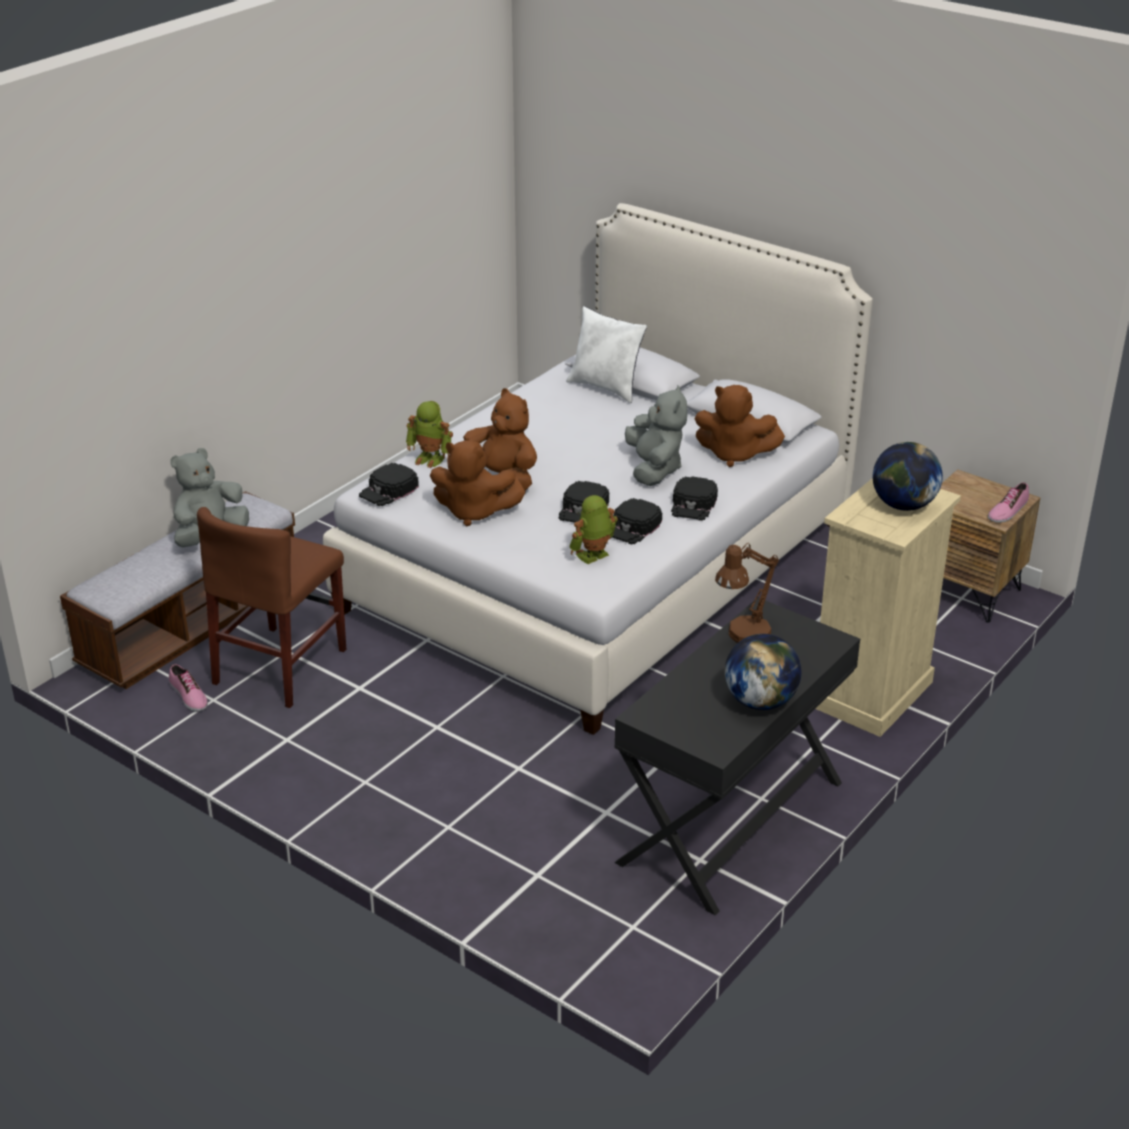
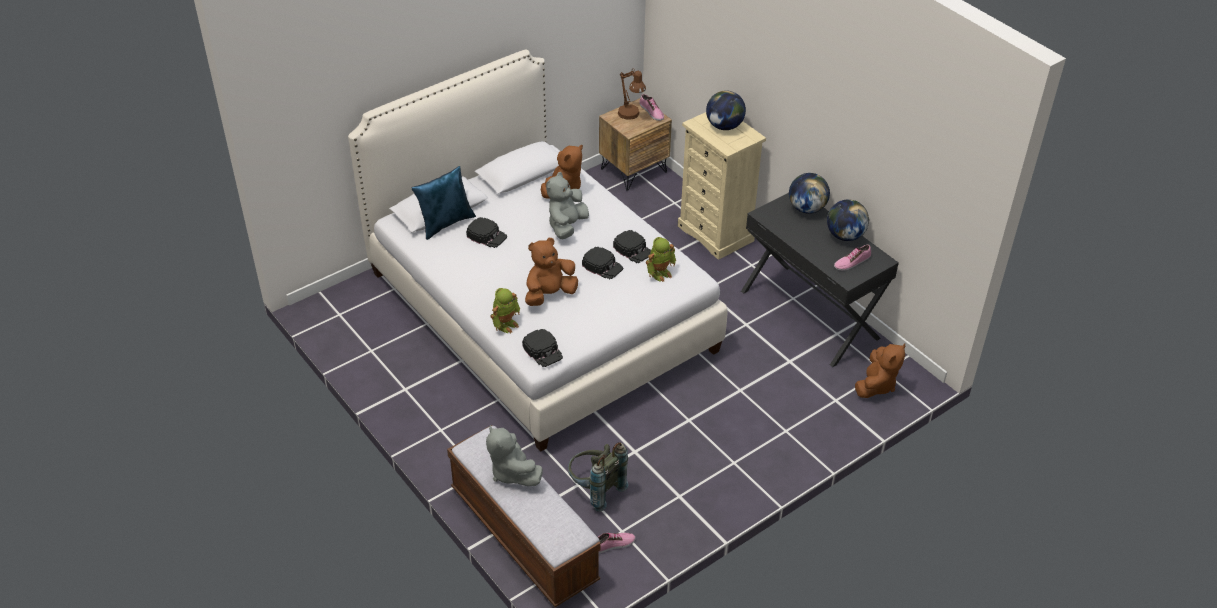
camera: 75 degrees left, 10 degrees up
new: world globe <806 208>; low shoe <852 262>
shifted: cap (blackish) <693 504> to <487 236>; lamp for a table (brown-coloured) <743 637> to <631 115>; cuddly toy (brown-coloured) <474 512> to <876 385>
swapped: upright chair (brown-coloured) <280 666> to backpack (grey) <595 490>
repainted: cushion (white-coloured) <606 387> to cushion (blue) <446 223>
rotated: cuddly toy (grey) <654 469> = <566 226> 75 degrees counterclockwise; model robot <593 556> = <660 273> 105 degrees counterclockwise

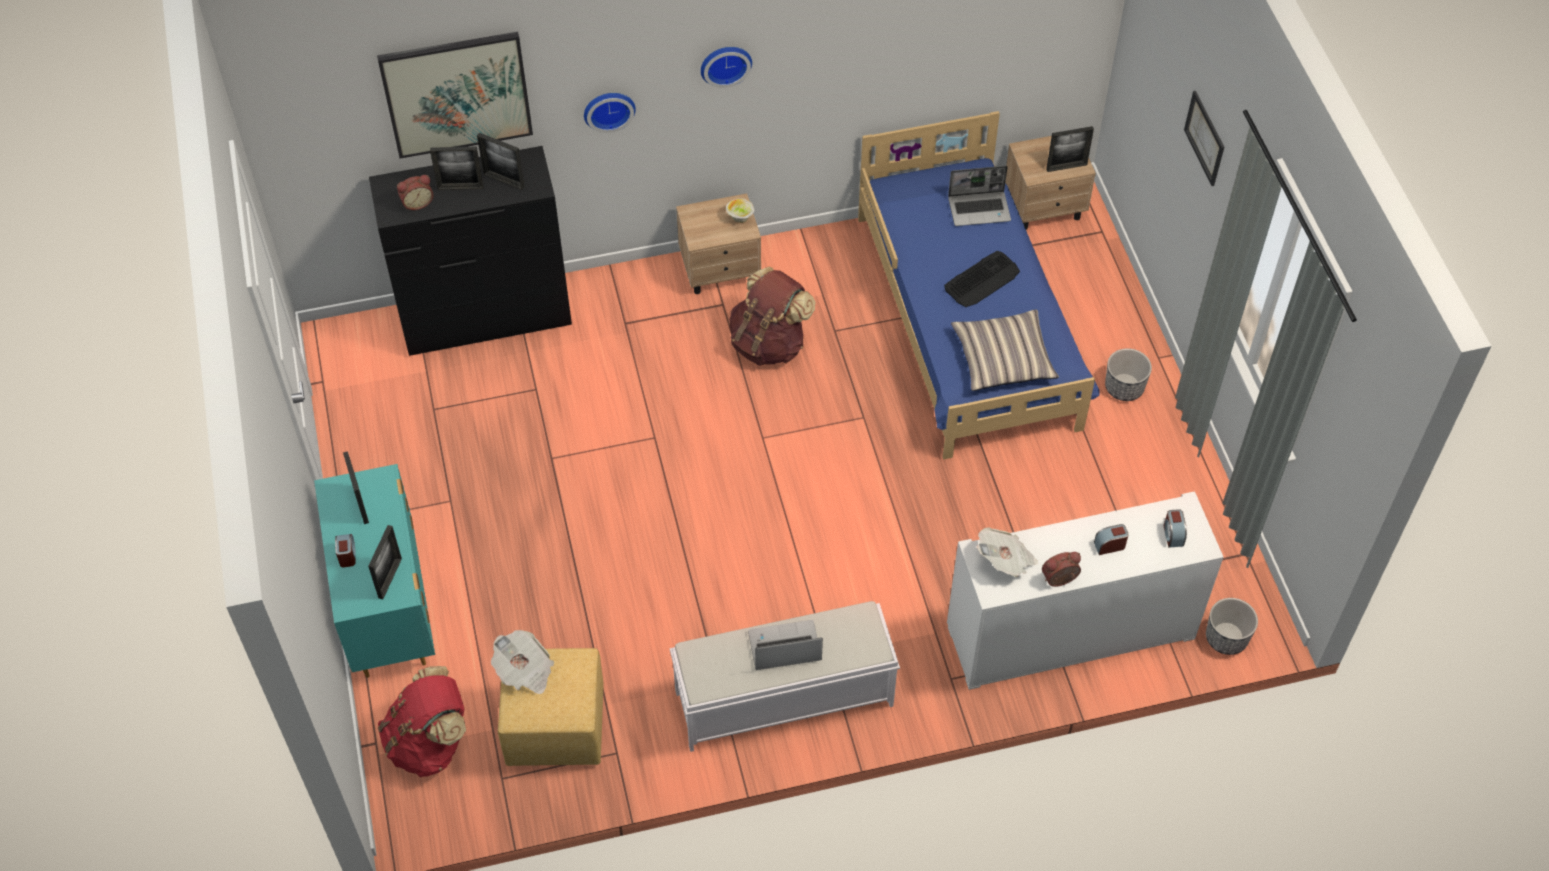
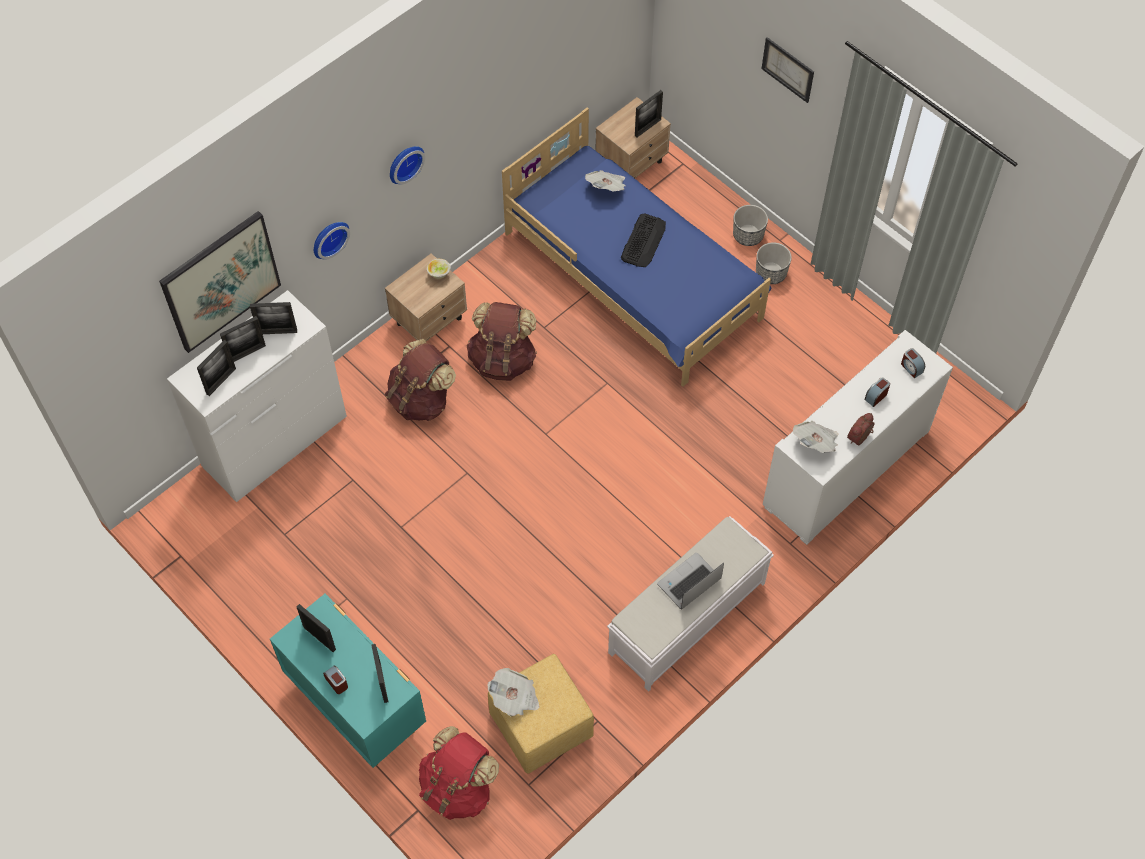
camera: 30 degrees left, 5 degrees up
gone: cushion <1003 358>
new: backpack (brown-coloured) <421 399>
shifted: flower pot <1226 638> to <747 235>
swapped: table clock <417 202> to standing frame <221 381>; laptop <980 209> to daily paper <607 187>
repainted: drawer chest (blackish) <486 317> to drawer chest (white-coloured) <275 442>

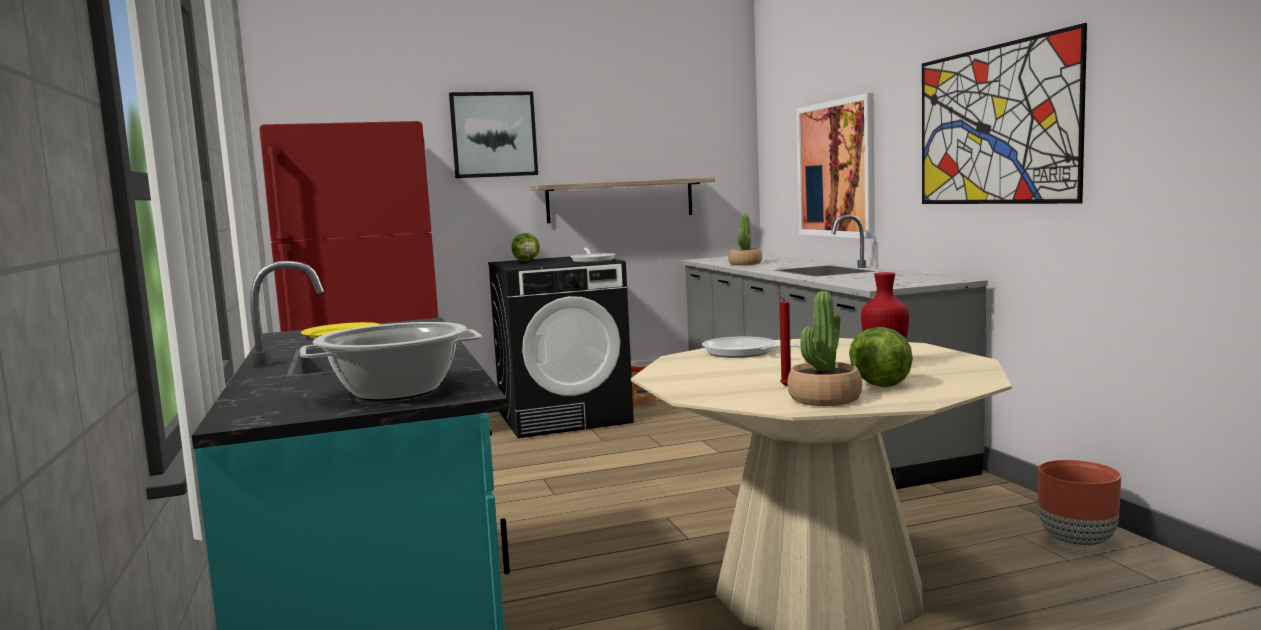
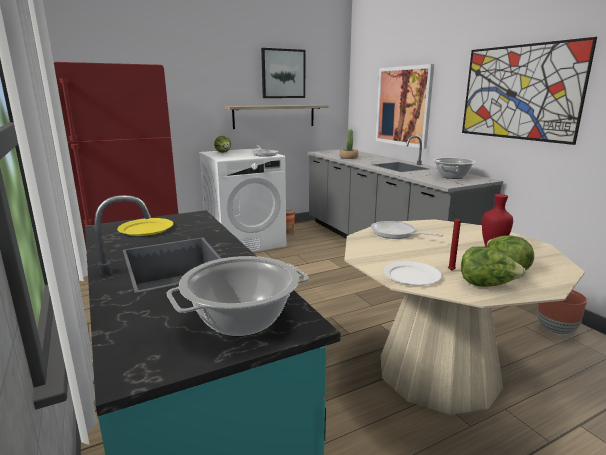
camera: 10 degrees left, 10 degrees up
new: dinner plate (white-coloured) <411 275>; saucepot <452 176>
shifted: picture <493 134> to <283 74>
swapped: houseplant <824 399> to lettuce <486 285>
repainted: washing machine (blackish) <564 417> to washing machine (white-coloured) <245 242>

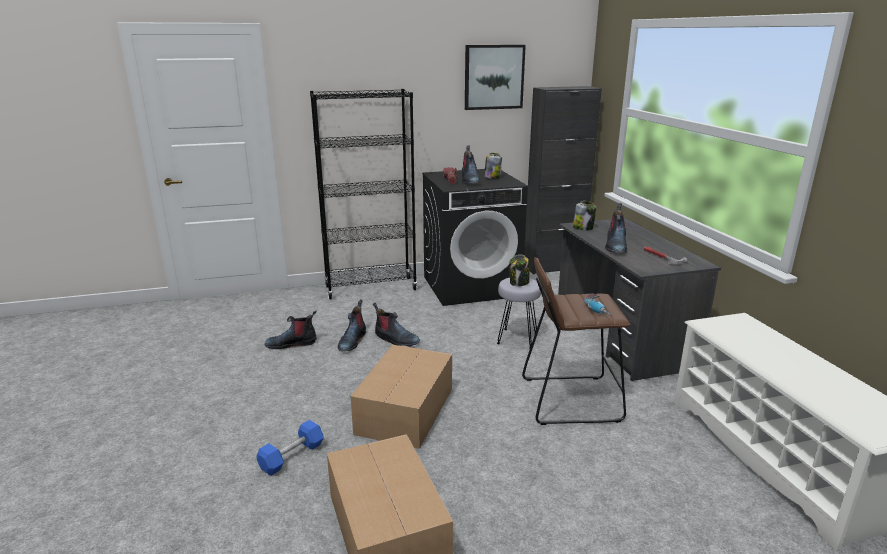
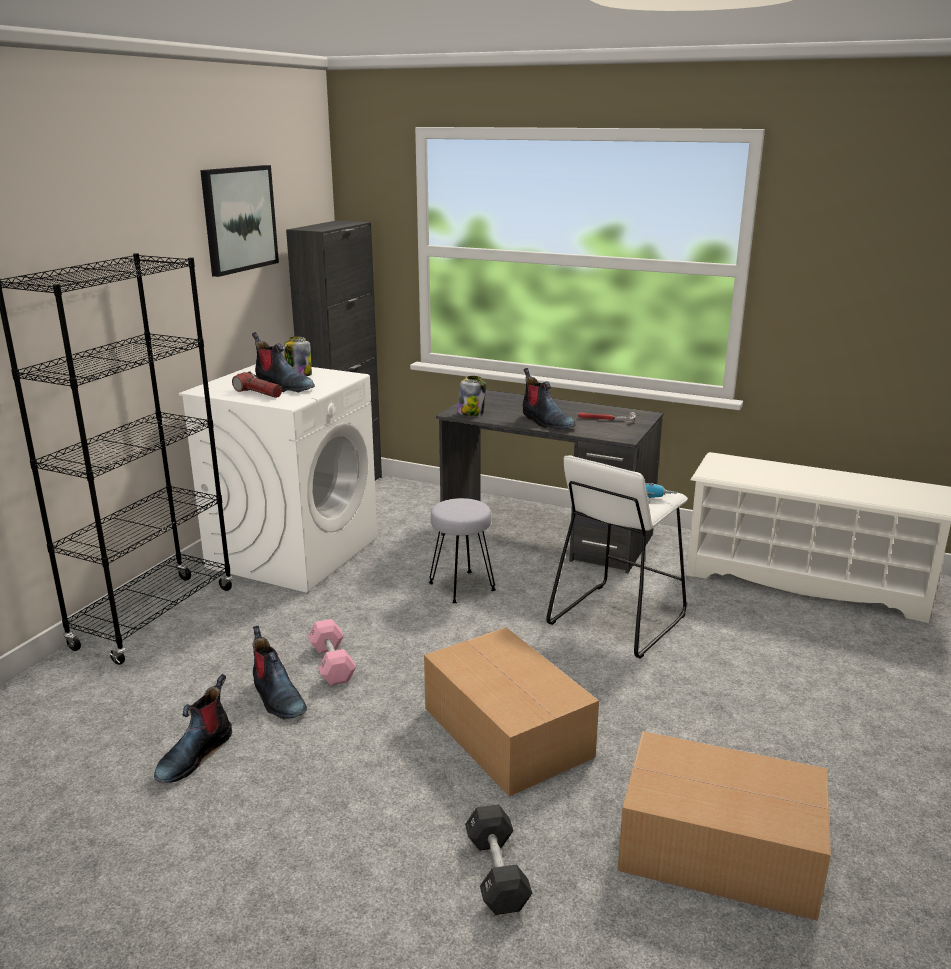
camera: 50 degrees left, 0 degrees up
gone: storage jar <519 283>
swapped: high-top boot <395 339> to hand weight (pink-coloured) <332 663>
repainted: washing machine (blackish) <471 286> to washing machine (white-coloured) <293 552>; hand weight (blue) <292 456> to hand weight (blackish) <497 873>; sitting stool (brown-coloured) <570 399> to sitting stool (white-coloured) <616 619>

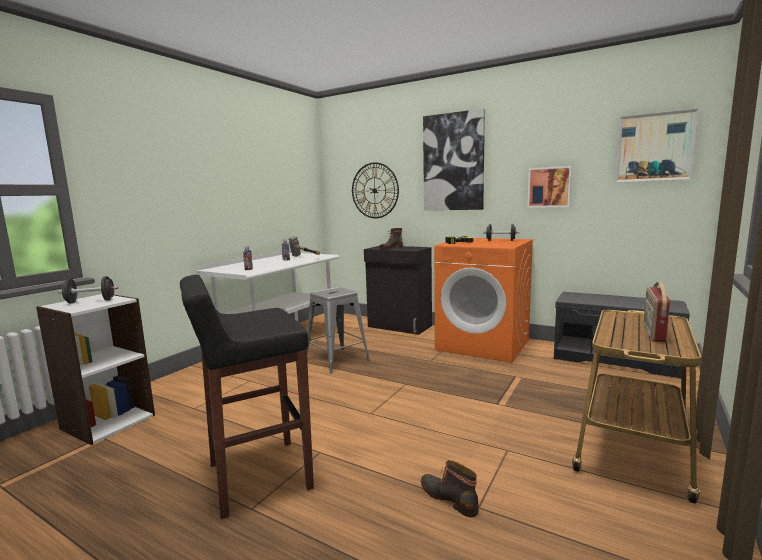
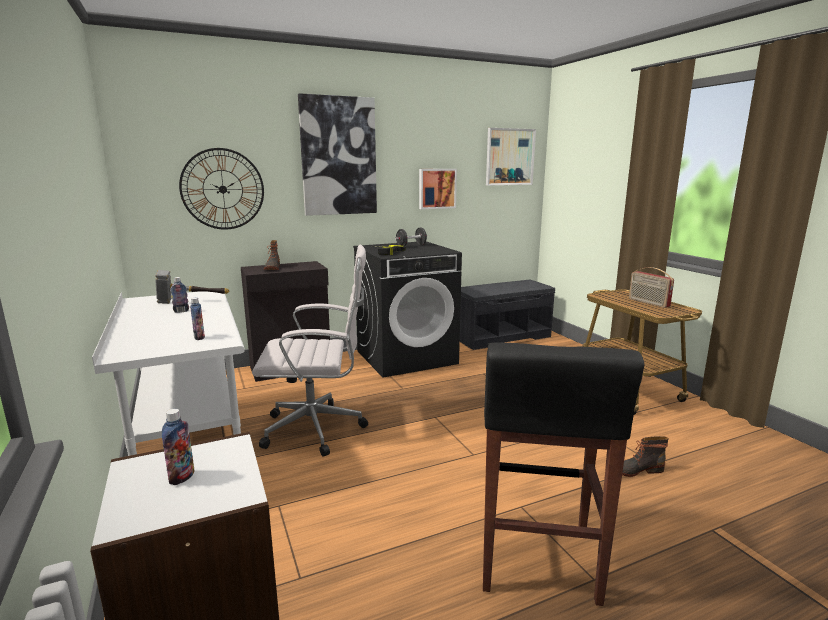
camera: 55 degrees left, 5 degrees up
swapped: hand weight (blackish) <90 301> to drink bottle <182 477>; sitting stool (grey) <337 360> to office chair (white-coloured) <318 429>
repainted: washing machine (orange) <483 344> to washing machine (blackish) <406 357>

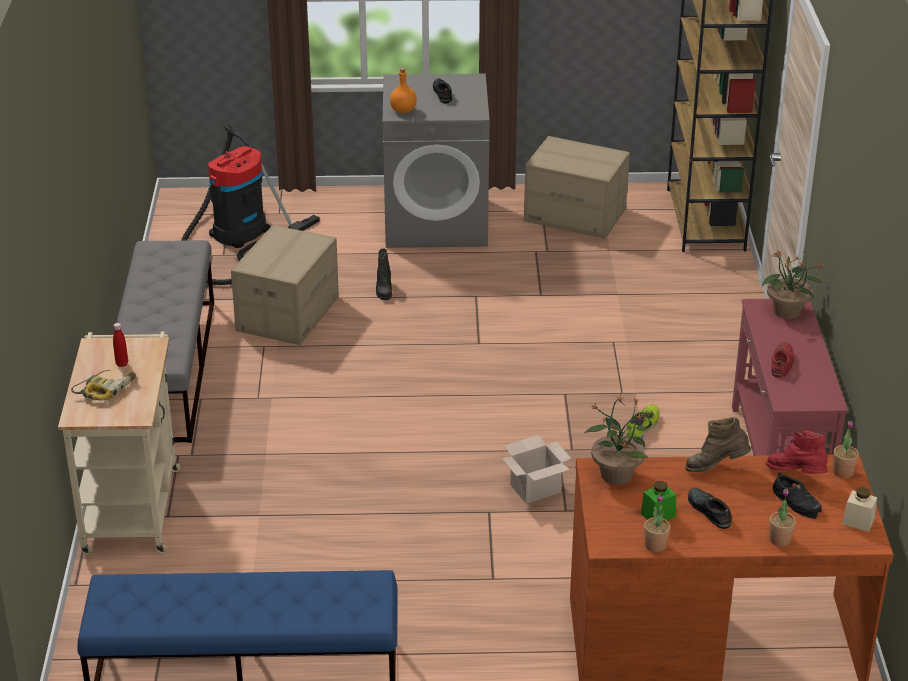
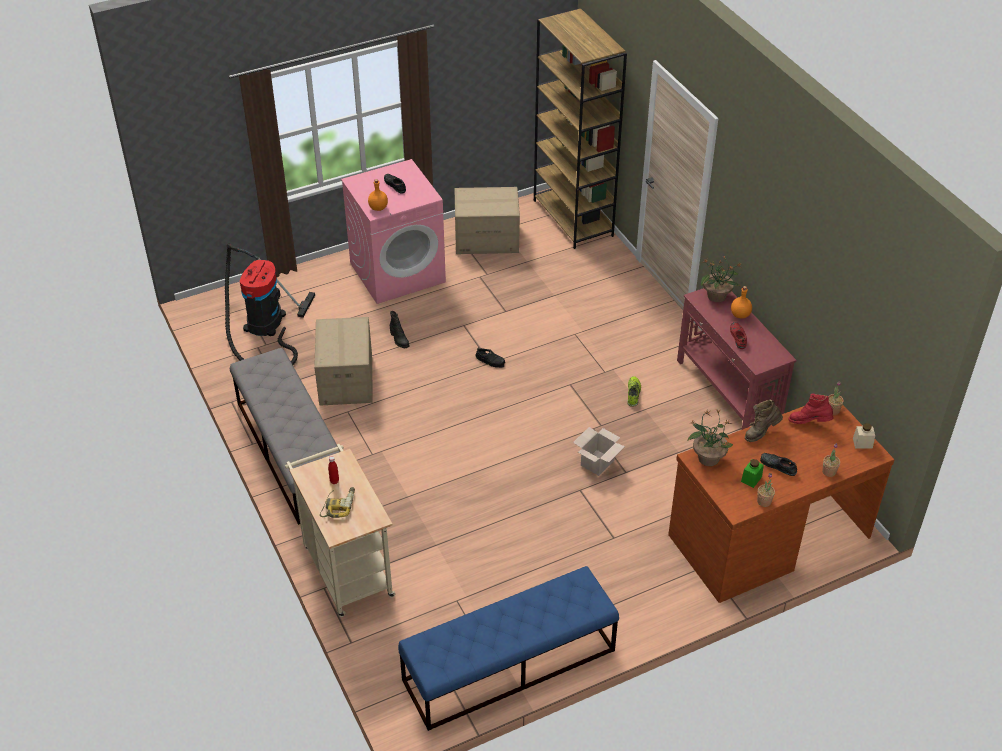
camera: 25 degrees left, 10 degrees up
new: drink bottle (orange) <740 314>
shifted: low shoe (blackish) <797 502> to <490 360>
repainted: washing machine (grey) <437 222> to washing machine (pink-coloured) <398 272>

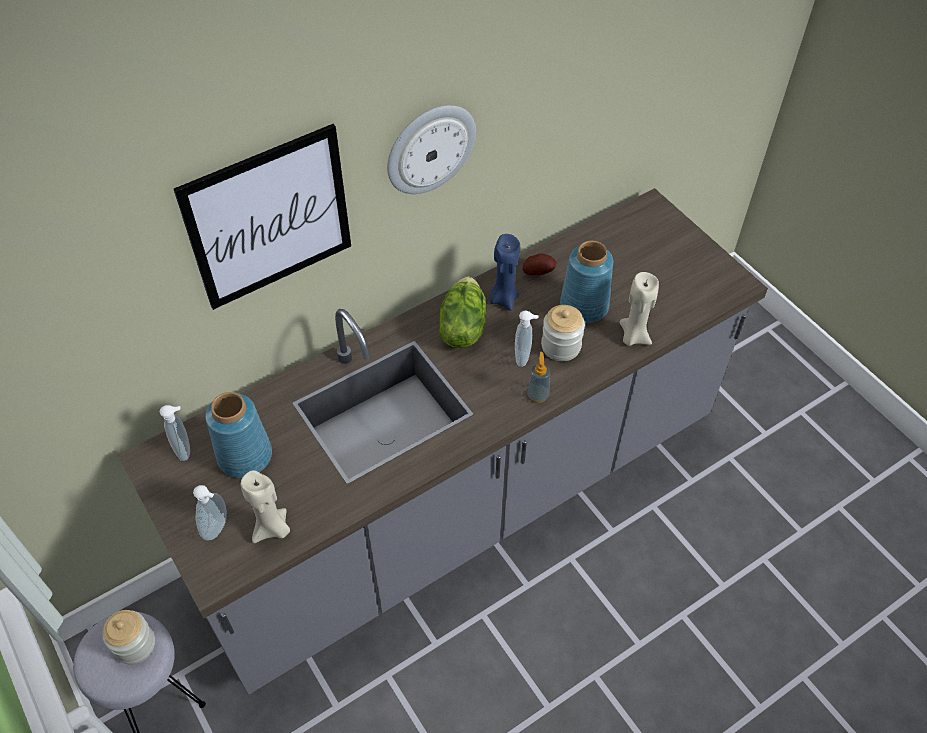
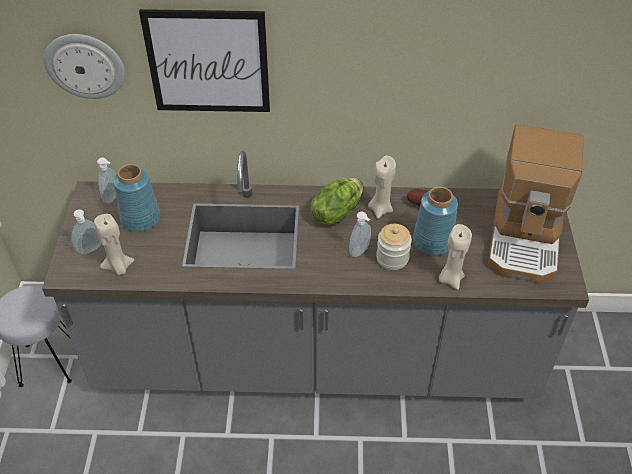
camera: 35 degrees right, 5 degrees down
gone: storage jar <135 645>; soap dispenser <538 395>
new: coffee brewer <526 237>
shifted: clock on the wall <430 148> to <85 65>
repainted: wax candle (blue) <503 299> to wax candle (sand-coloured) <380 209>

